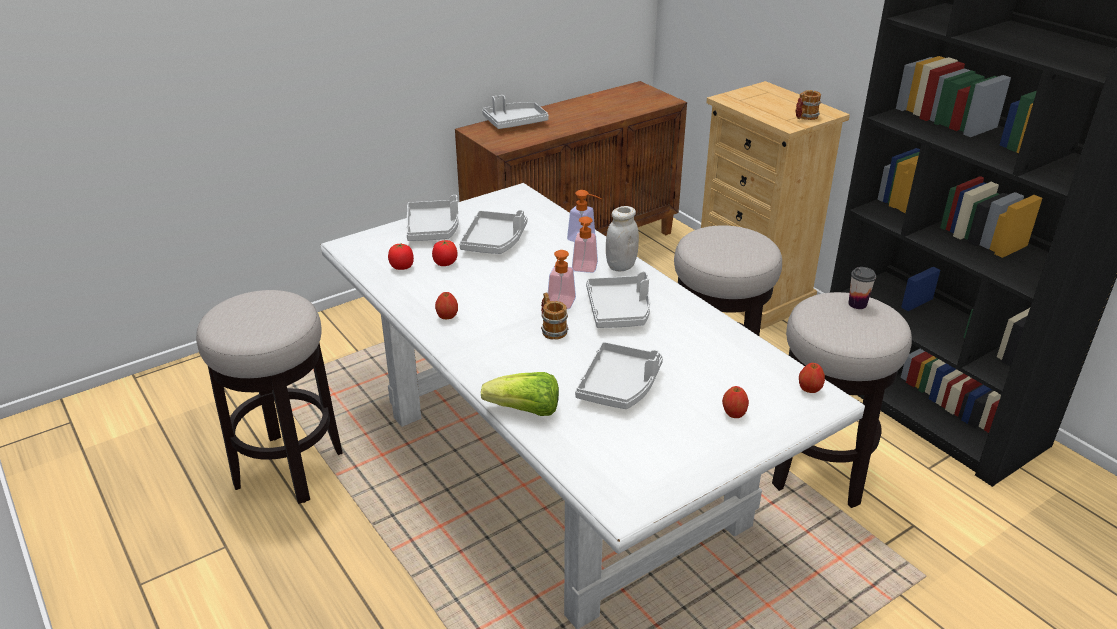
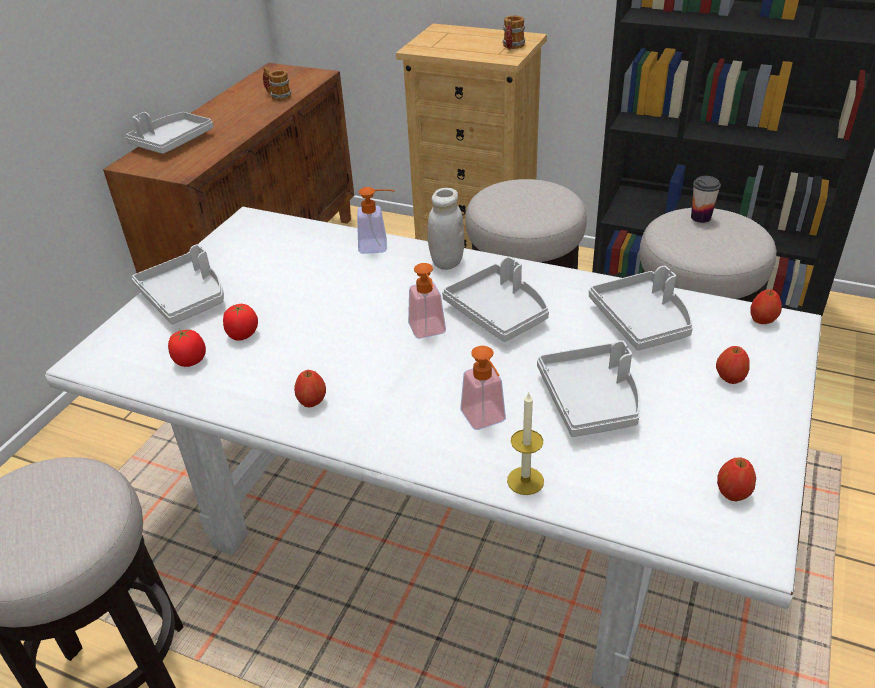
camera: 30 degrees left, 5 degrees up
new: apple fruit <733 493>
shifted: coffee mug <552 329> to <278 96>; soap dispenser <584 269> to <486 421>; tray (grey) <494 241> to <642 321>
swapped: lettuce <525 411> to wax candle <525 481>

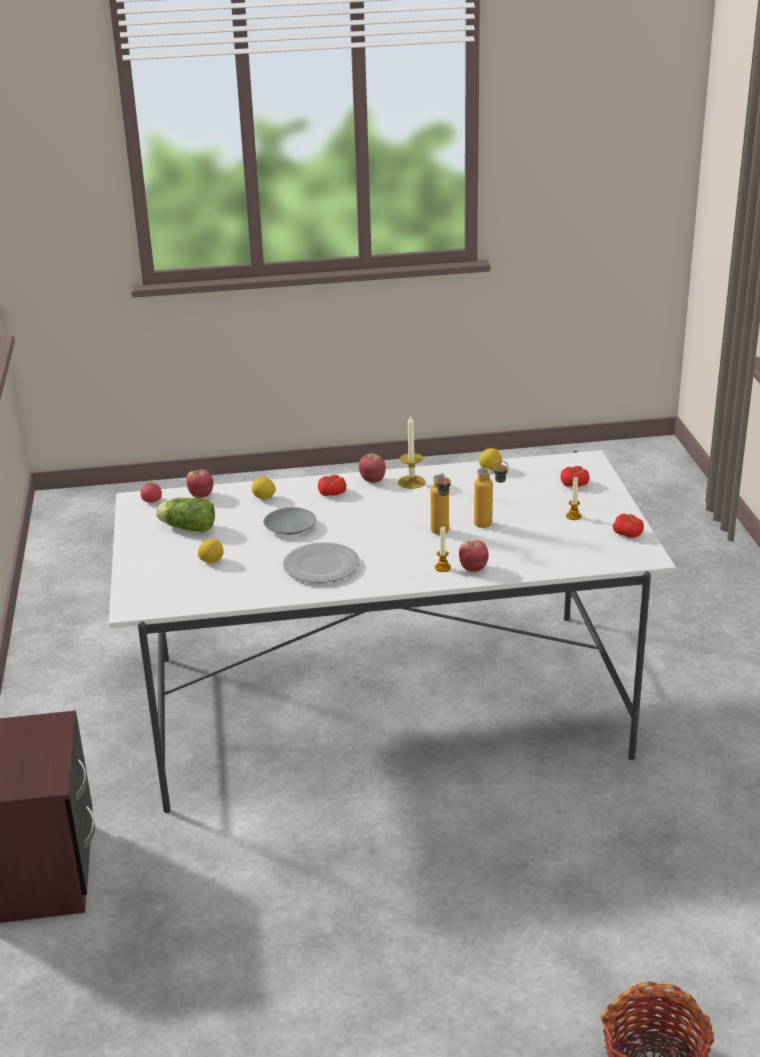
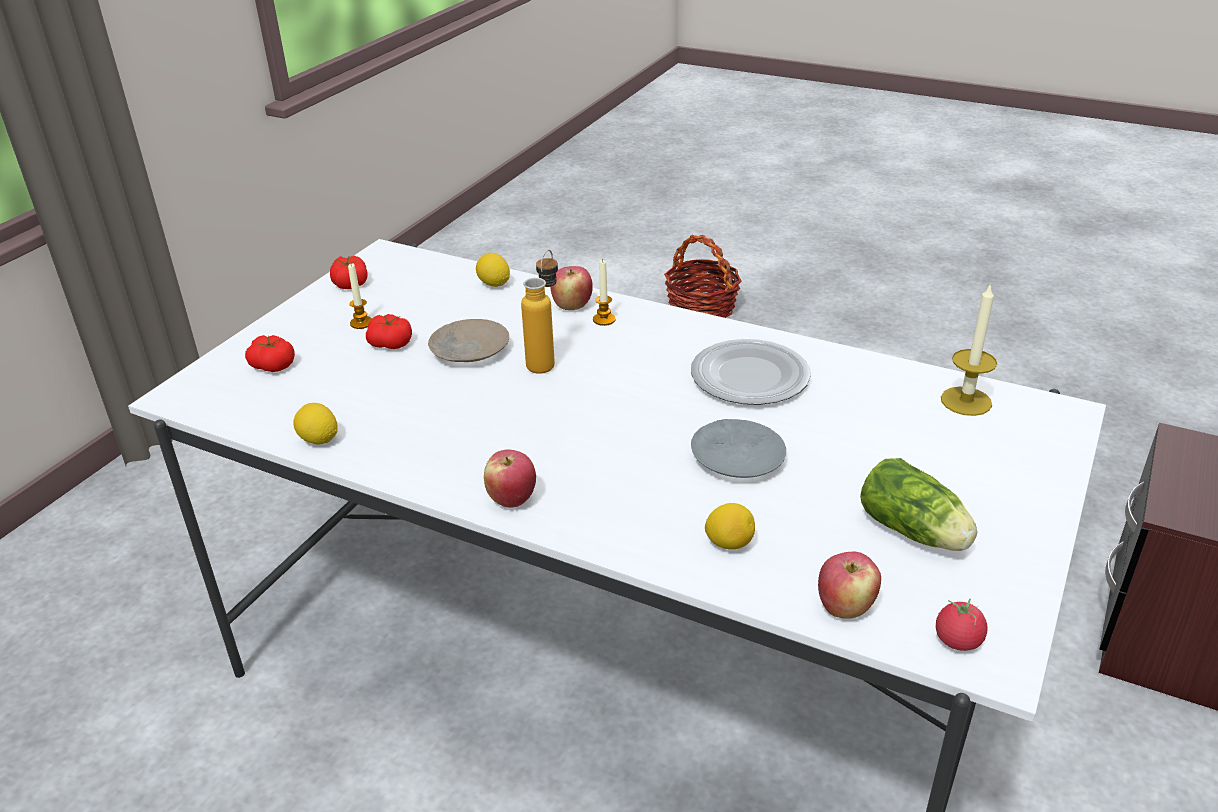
camera: 145 degrees left, 5 degrees up
shifted: tomato <332 493> to <390 343>; lemon <211 561> to <494 284>; wax candle <411 482> to <966 401>
swapped: drink bottle <490 525> to dinner plate (sand-coloured) <469 350>

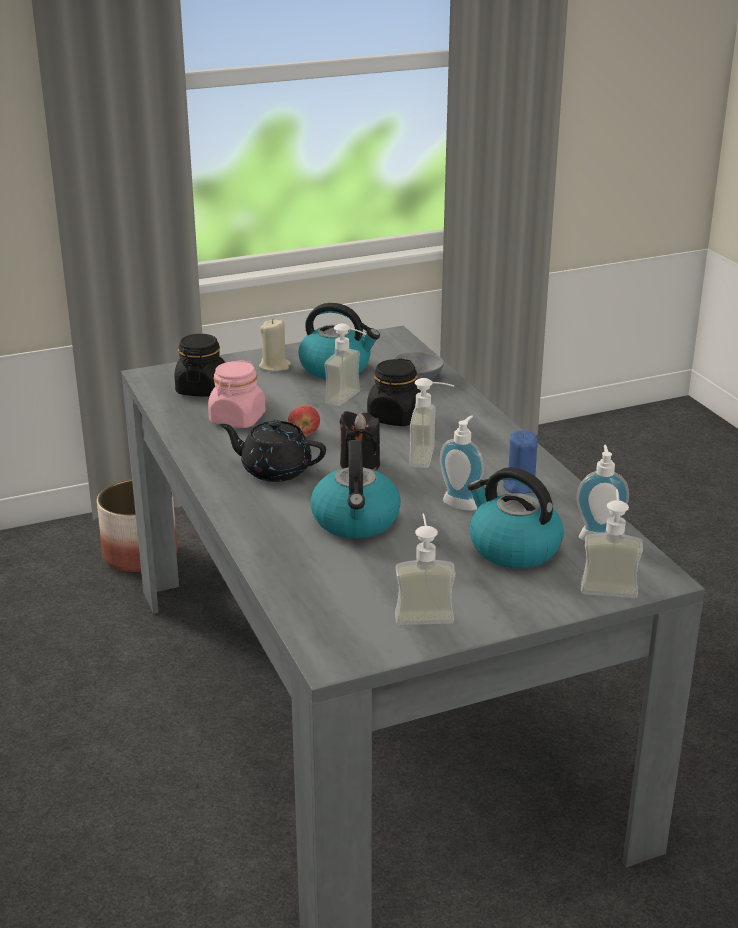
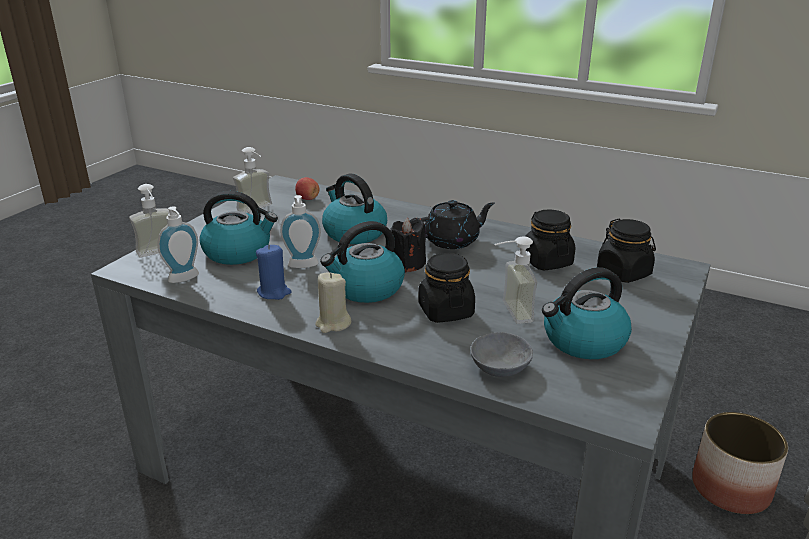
camera: 140 degrees right, 0 degrees up
shifted: apple fruit <304 433> to <308 199>; wax candle (sand-coloured) <275 366> to <333 324>
swapped: soap dispenser <432 458> to tea kettle <366 288>
repainted: storage jar (pink-coloured) <237 419> to storage jar (blackish) <546 261>

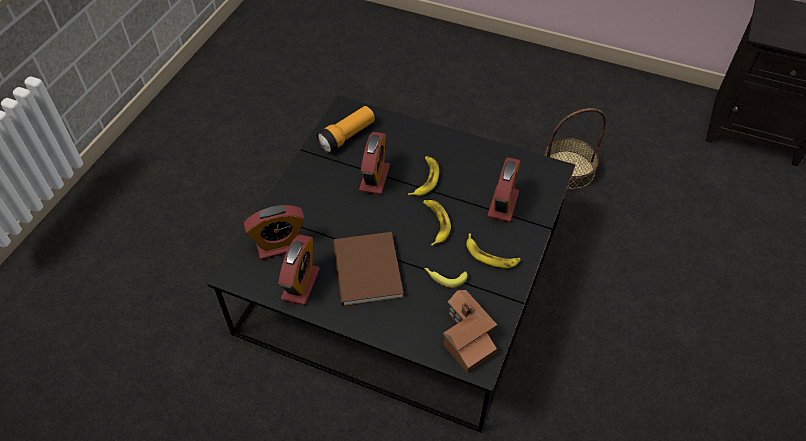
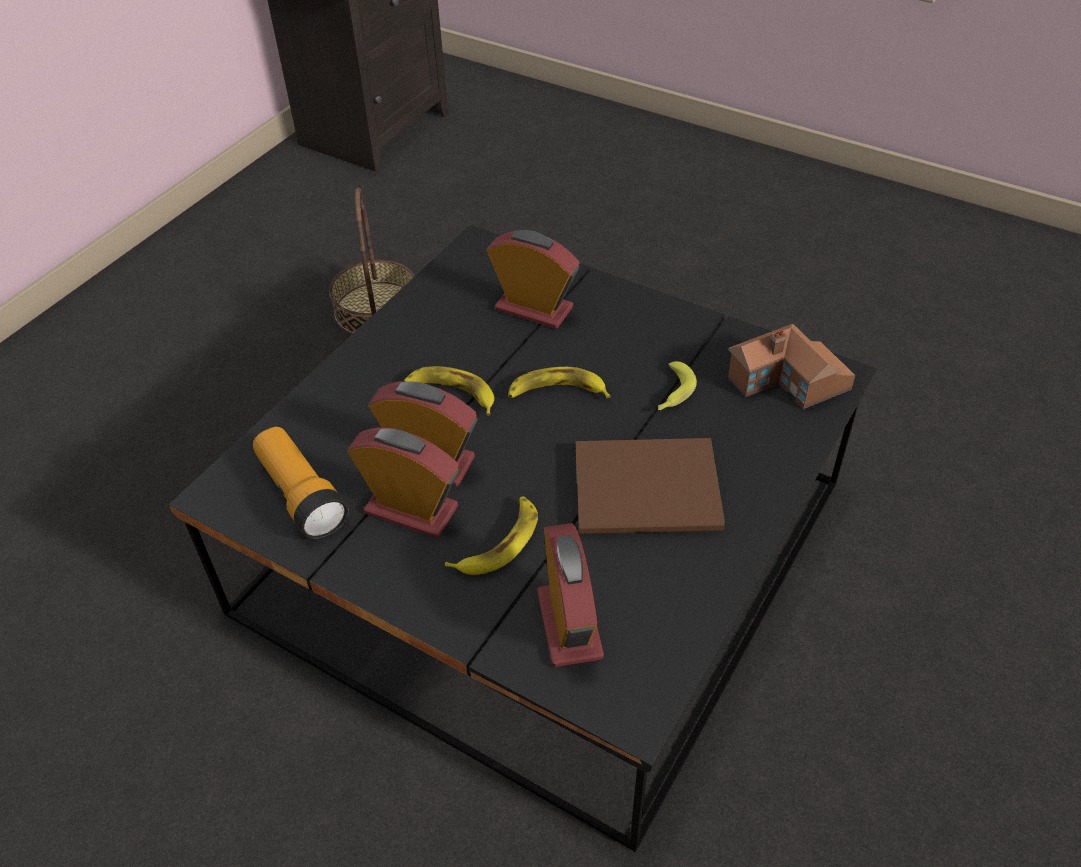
camera: 80 degrees left, 5 degrees down
shifted: table clock <300 284> to <411 510>; whole banana <491 255> to <499 542>

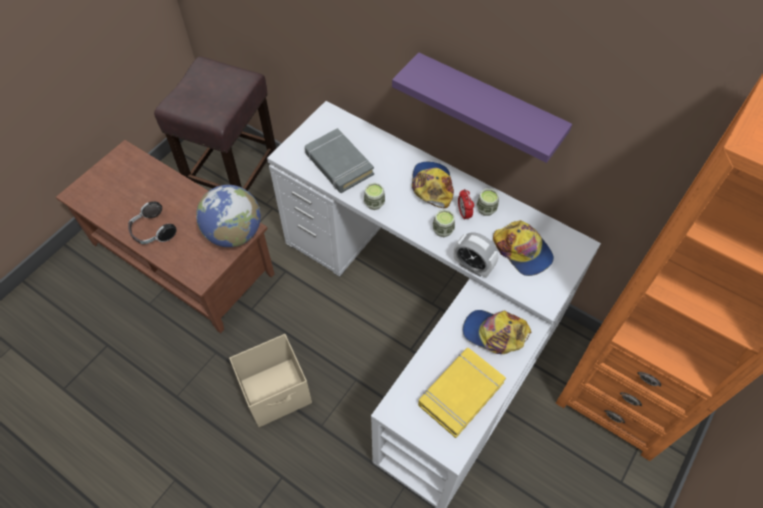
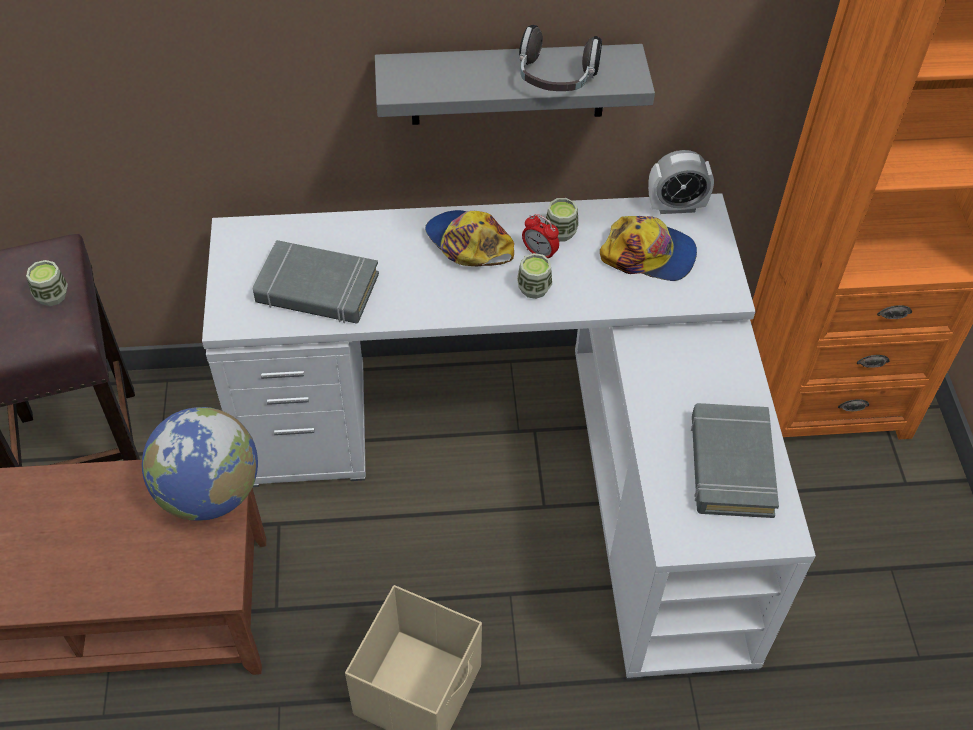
camera: 40 degrees left, 5 degrees down
gone: cap <494 333>
shifted: cup <374 203> to <52 295>; headphones <153 232> to <556 79>; table clock <473 266> to <676 206>
repainted: bracket shelf (purple) <488 107> to bracket shelf (grey) <508 84>; volume (yellow) <460 393> to volume (grey) <730 465>

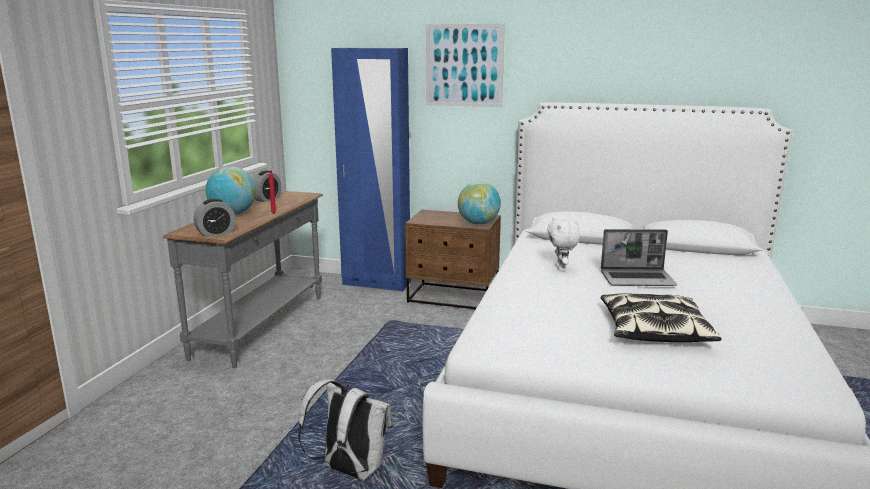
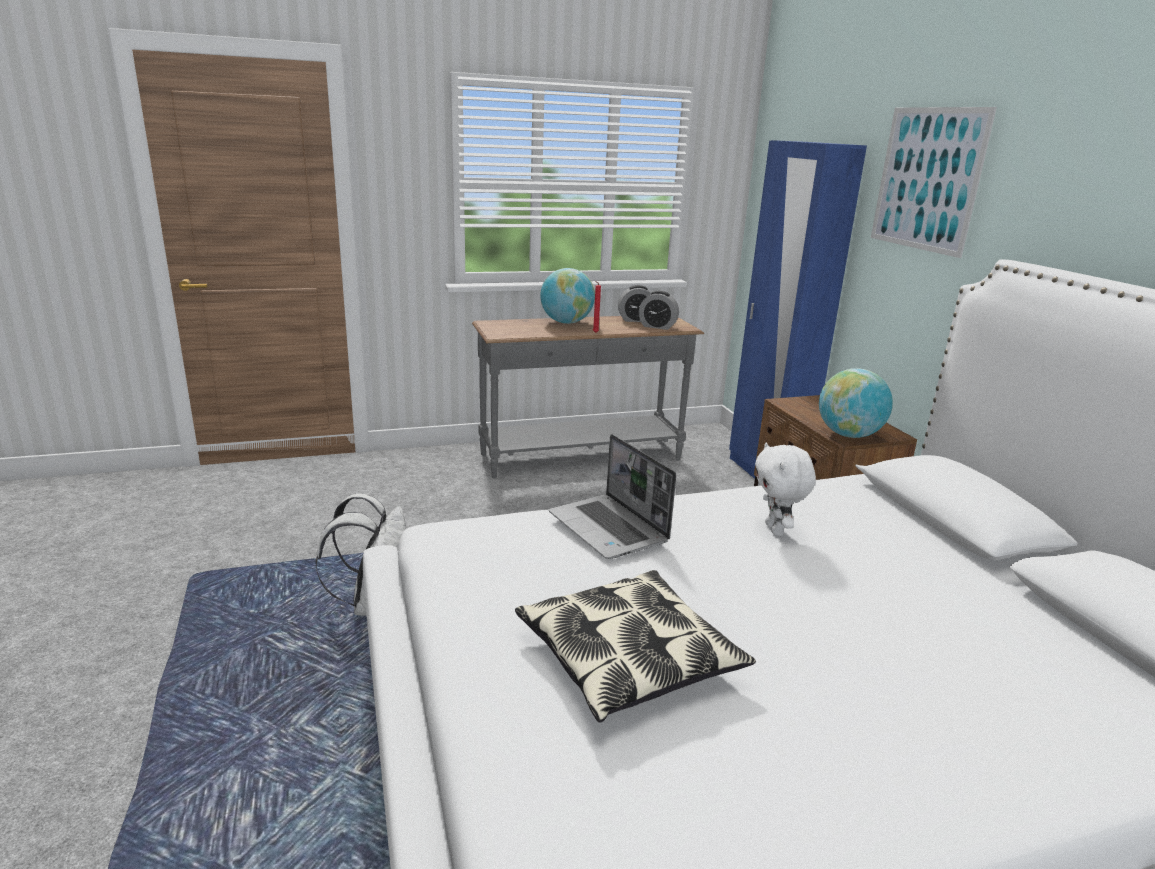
camera: 55 degrees right, 5 degrees up
shifted: laptop <638 279> to <609 528>; table clock <216 233> to <657 326>
rotated: cuddly toy (white-coloured) <561 269> = <776 530> 60 degrees counterclockwise

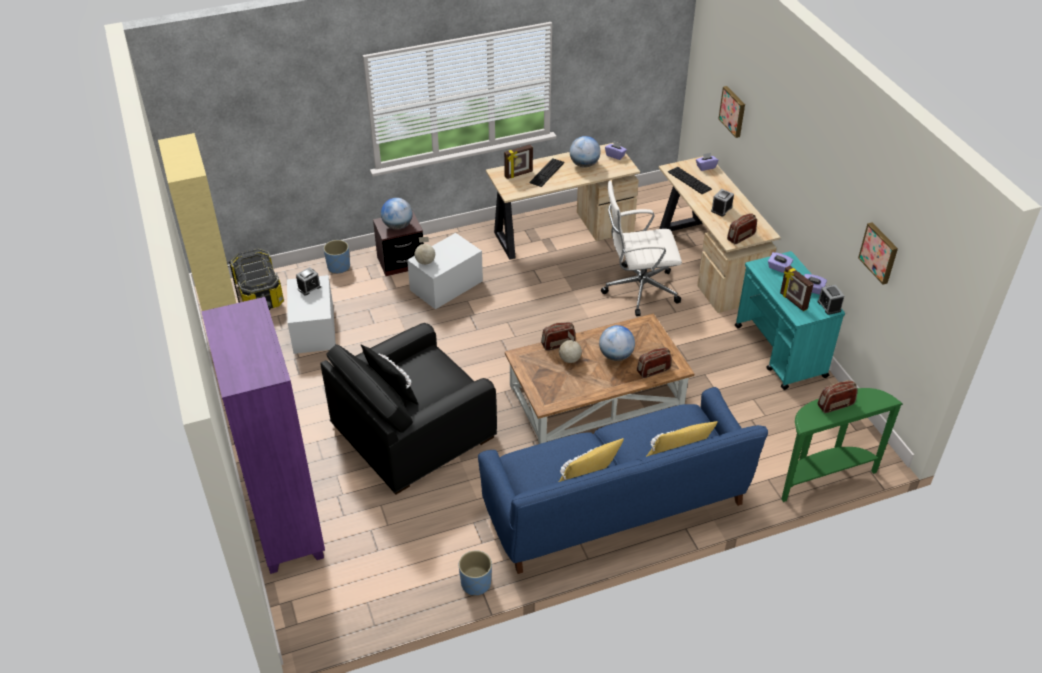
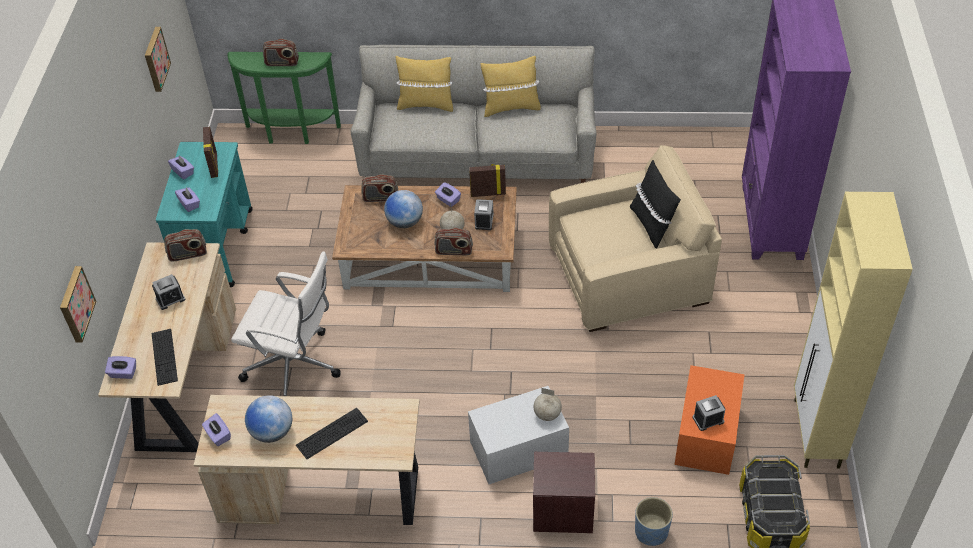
camera: 155 degrees left, 5 degrees up
gone: world globe <397 226>; flower pot (blue) <476 584>
new: tissue box (purple) <448 200>
shifted: standing frame <518 174> to <488 193>; table clock <829 306> to <484 221>
repainted: couch (blue) <615 506> to couch (grey) <477 159>; easy chair (blackish) <412 431> to easy chair (sand-coloured) <629 273>; storage box (white-coloured) <313 329> to storage box (orange) <706 434>

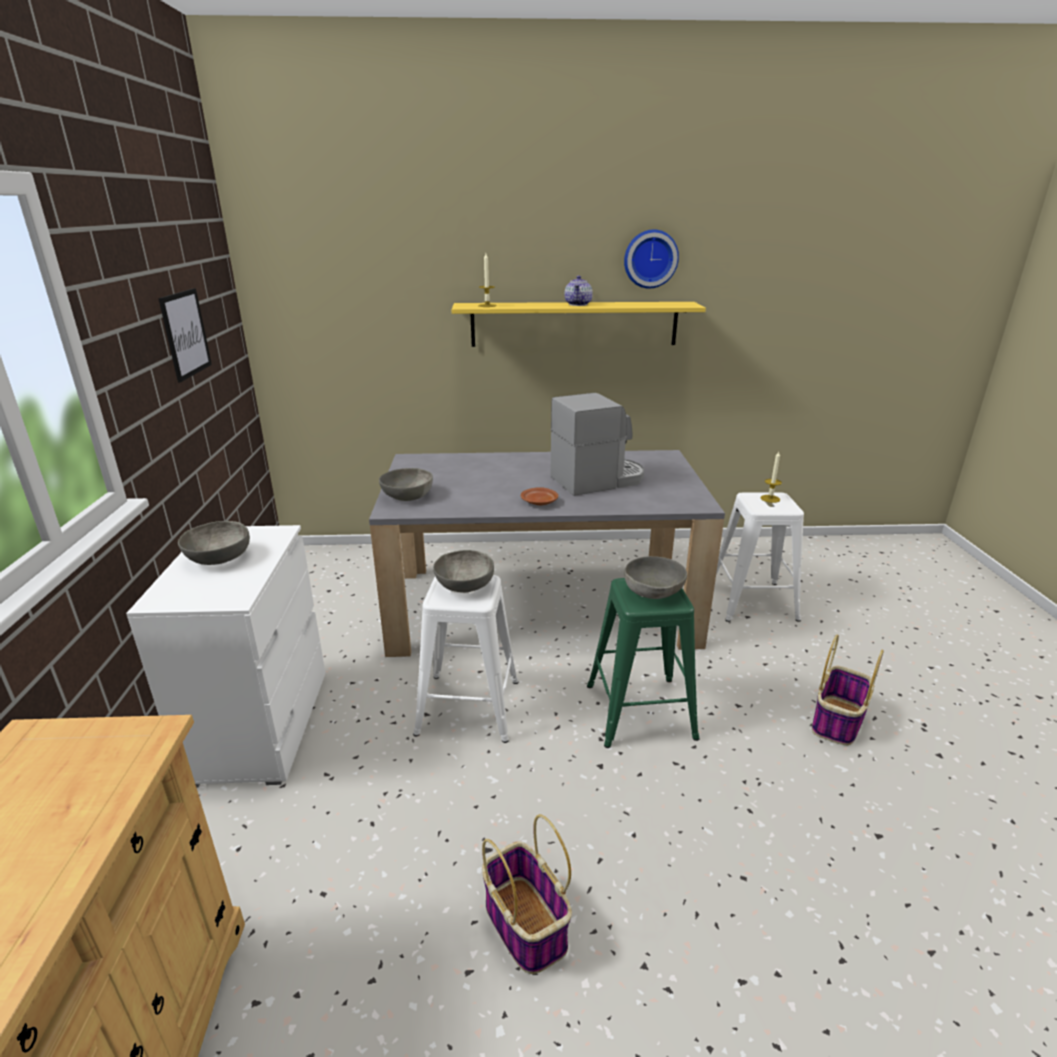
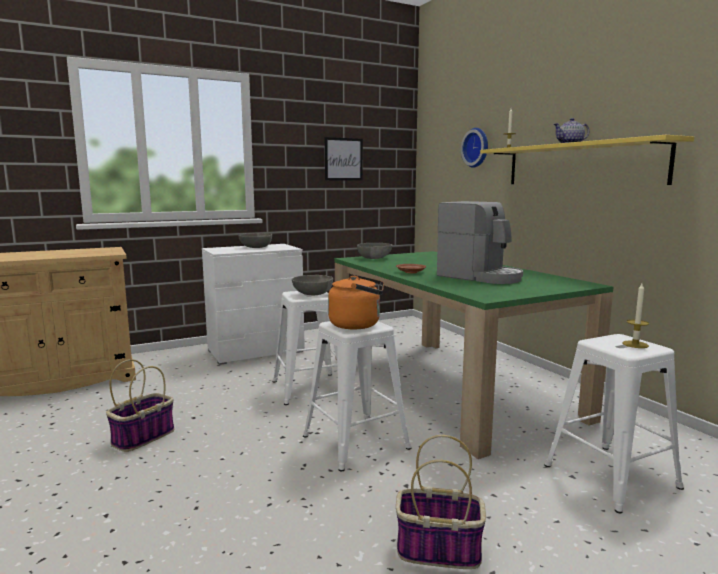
camera: 65 degrees right, 15 degrees down
shifted: clock on the wall <650 259> to <477 147>
swapped: serving bowl (grey) <654 591> to tea kettle (orange) <358 325>
repainted: sitting stool (green-coloured) <639 711> to sitting stool (white-coloured) <354 441>; dining table (grey) <541 606> to dining table (green-coloured) <448 386>

